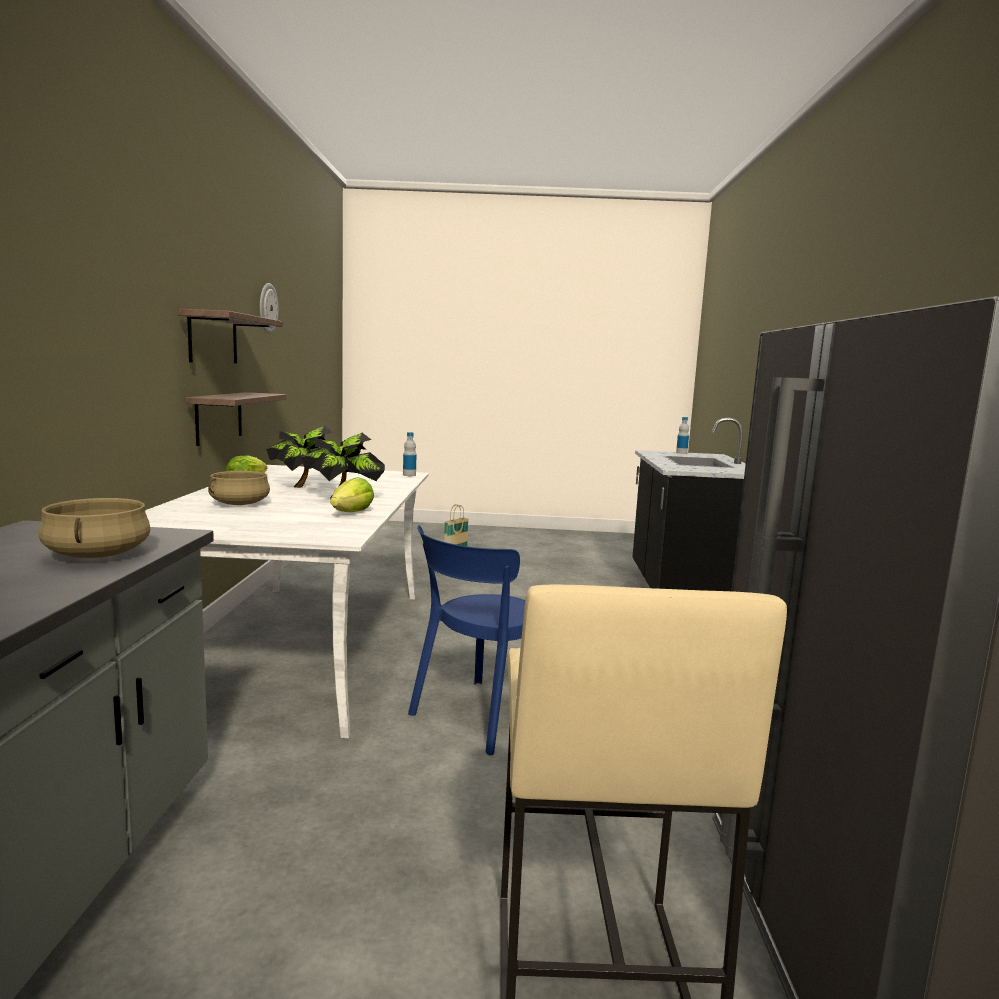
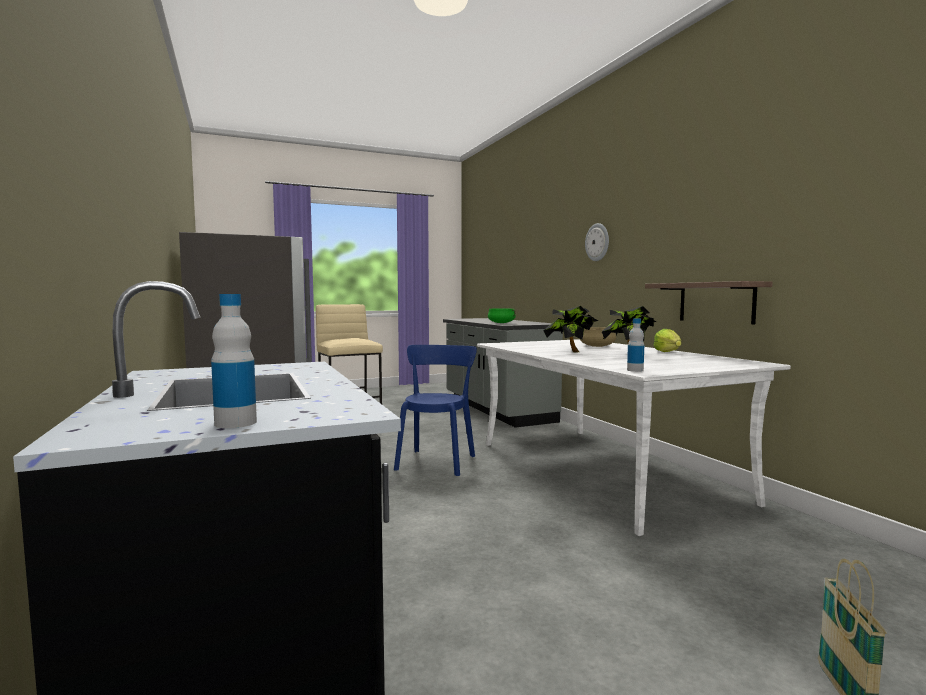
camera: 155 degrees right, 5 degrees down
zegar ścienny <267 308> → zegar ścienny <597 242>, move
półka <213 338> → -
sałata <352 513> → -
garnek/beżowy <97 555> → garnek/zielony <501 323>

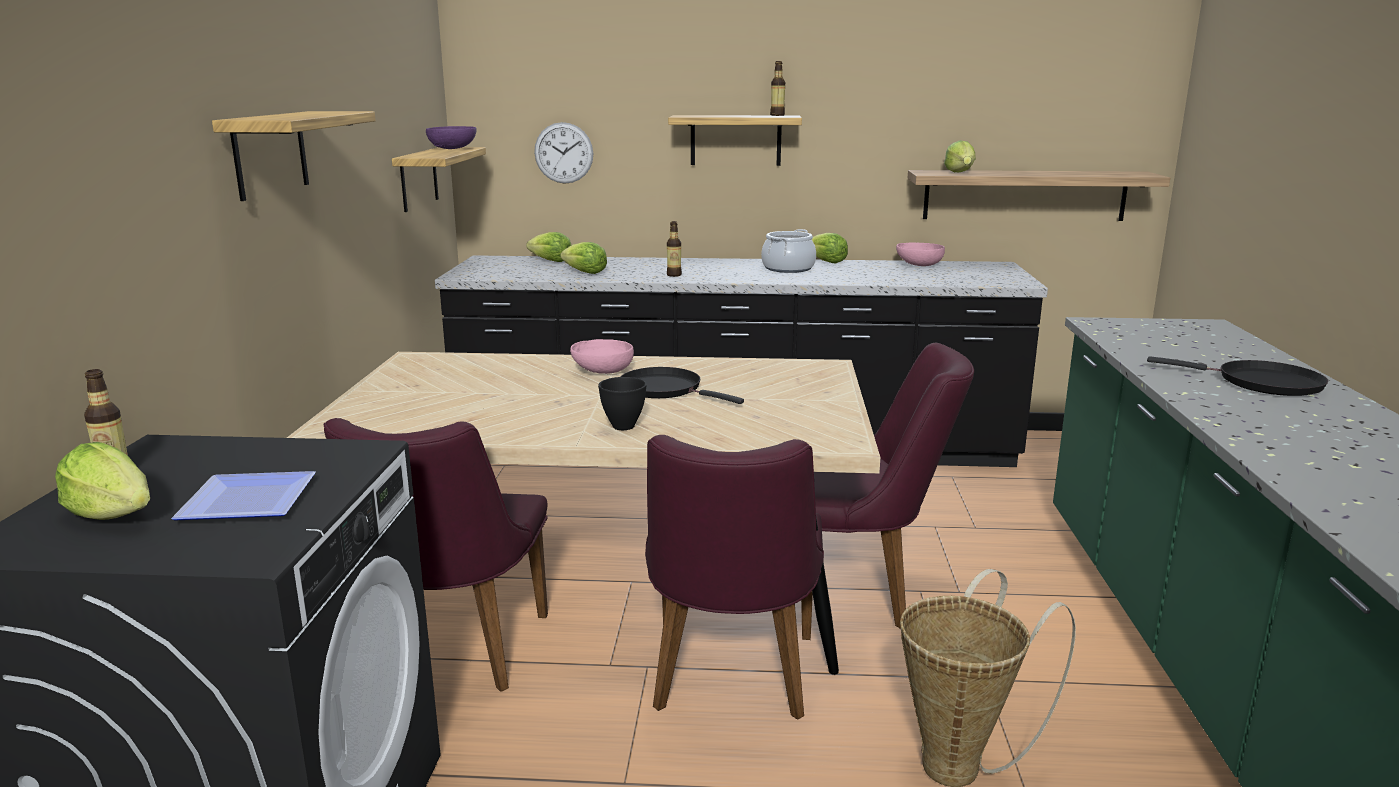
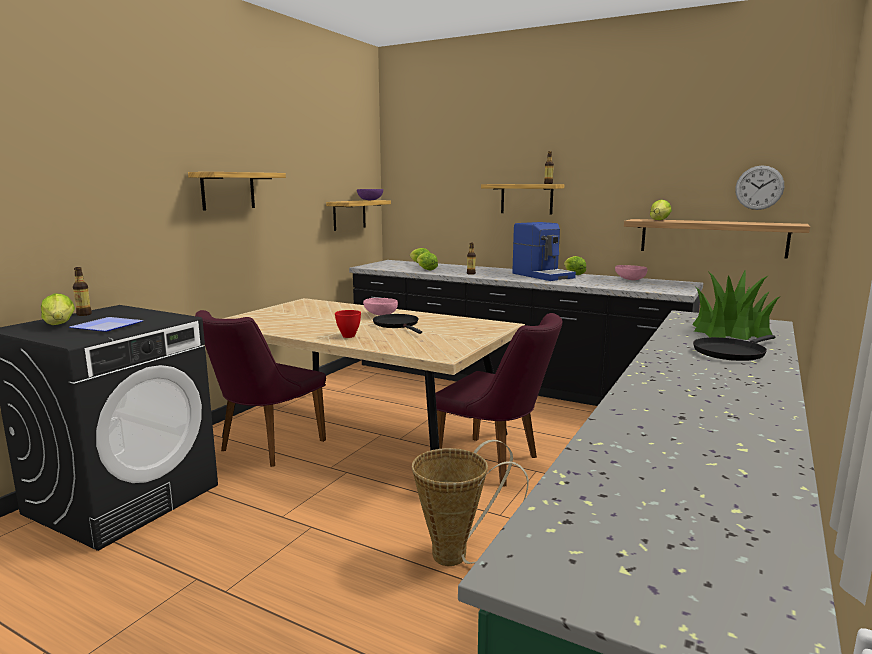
camera: 25 degrees right, 5 degrees down
zegar ścienny <563 153> → zegar ścienny <759 187>, move
garnek <788 268> → ekspres do kawy <543 275>
patelnia/czarny <1262 383> → patelnia/czarny <730 352>, 90 degrees clockwise
miska/czarny <624 426> → miska/czerwony <349 336>
krzesło/fioletowy <730 681> → -
- → roślina doniczkowa <730 331>

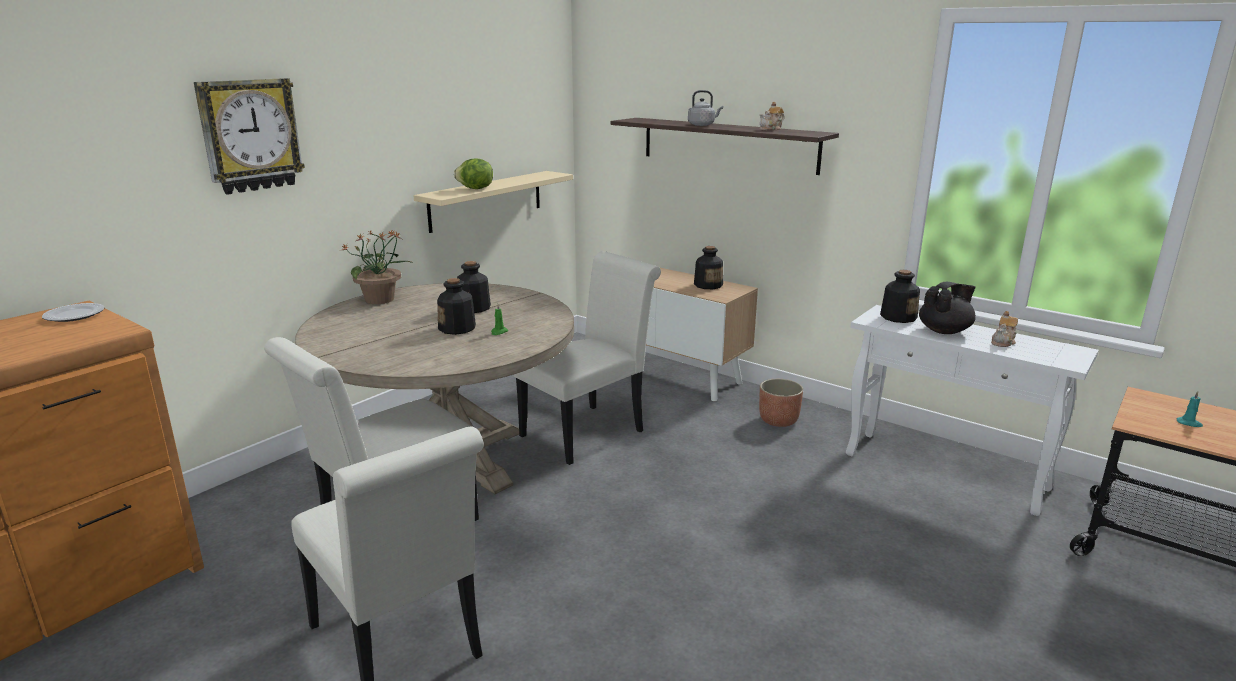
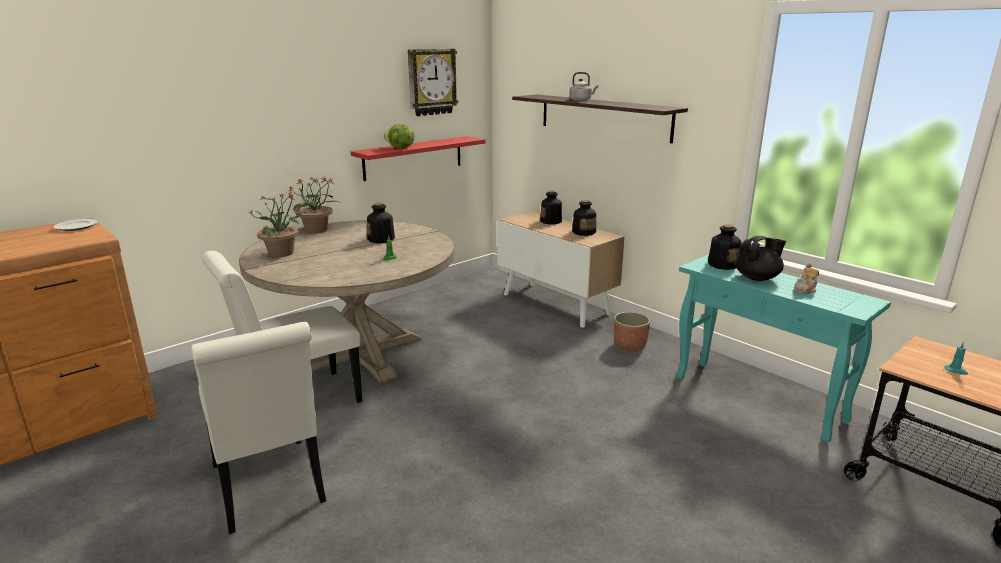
camera: 10 degrees right, 0 degrees up
zegar ścienny <250 135> → zegar ścienny <431 82>, move
imbryk <771 129> → -
półka/beżowy <486 200> → półka/czerwony <413 158>
krzesło/biały <589 431> → -
butelka <457 328> → butelka <551 221>, move
stolik konsolowy/biały <946 471> → stolik konsolowy/turkusowy <759 399>
- → roślina doniczkowa <282 253>

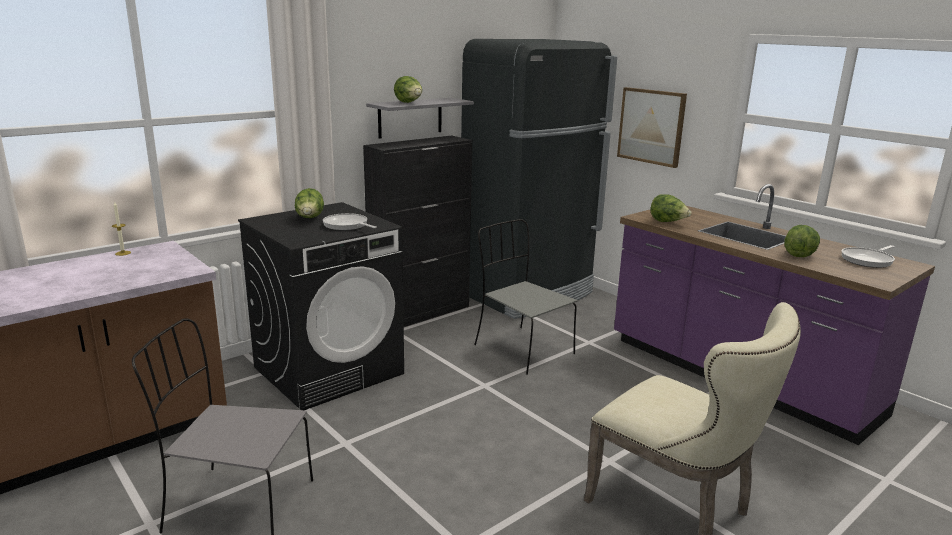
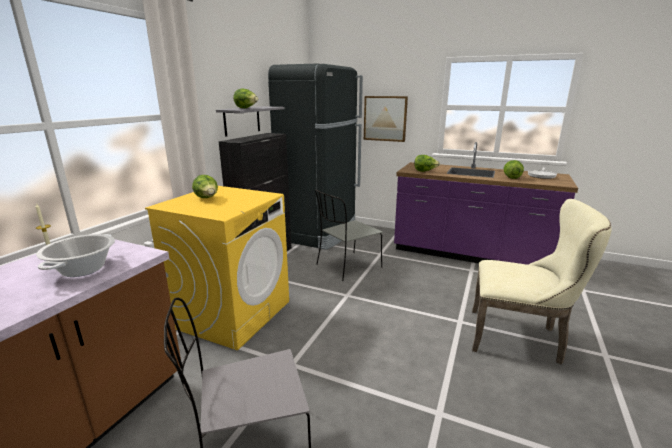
camera: 25 degrees left, 0 degrees up
pralka/czarny <329 370> → pralka/żółty <232 313>
patelnia <347 226> → -
krzesło/szary <521 349> → krzesło/szary <347 266>, 60 degrees counterclockwise
- → garnek <83 269>

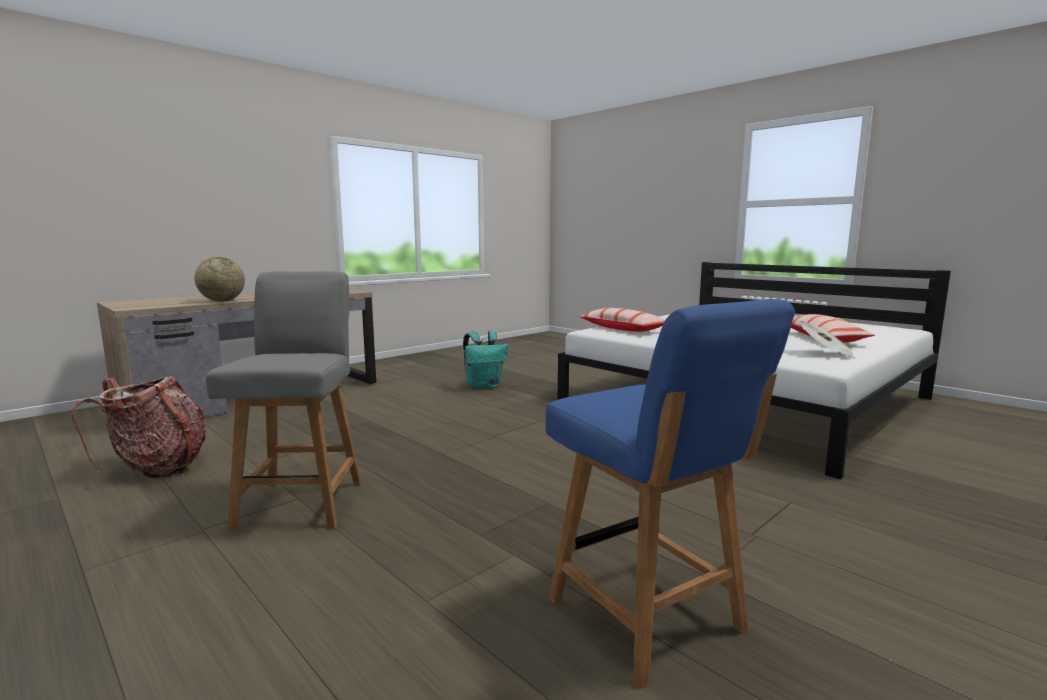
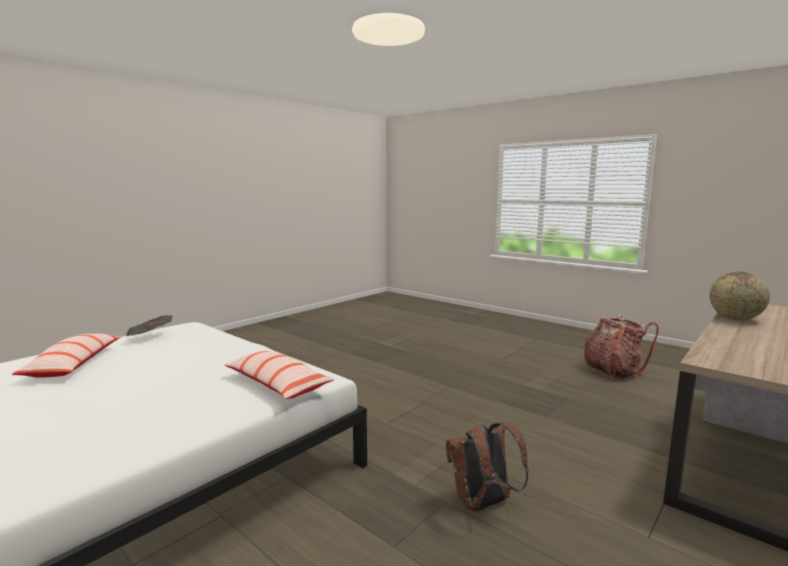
camera: 175 degrees right, 0 degrees up
krzesło/szary <302 502> → -
krzesło/niebieski <647 617> → -
plecak/turkusowy <484 386> → plecak/brązowy <483 504>

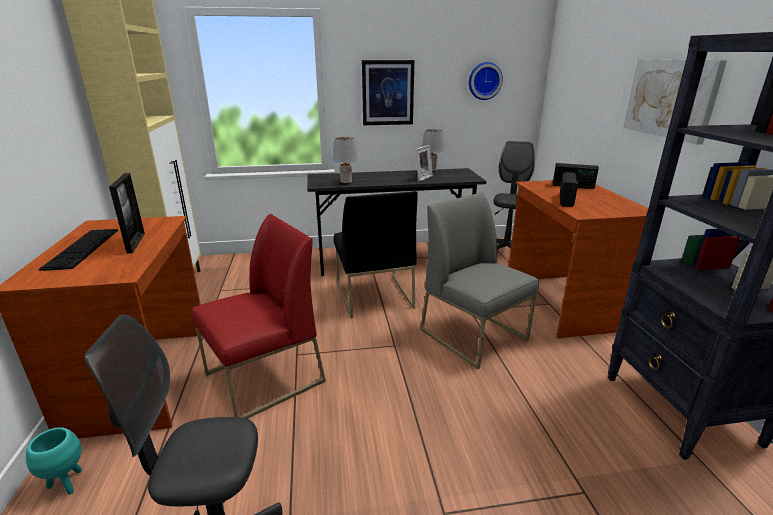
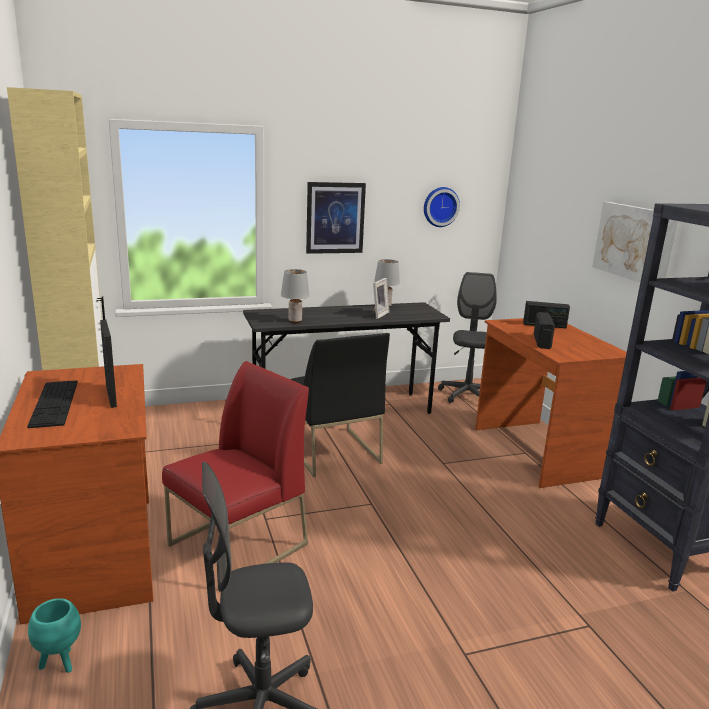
camera: 10 degrees left, 5 degrees down
krzesło/szary <474 335> → -

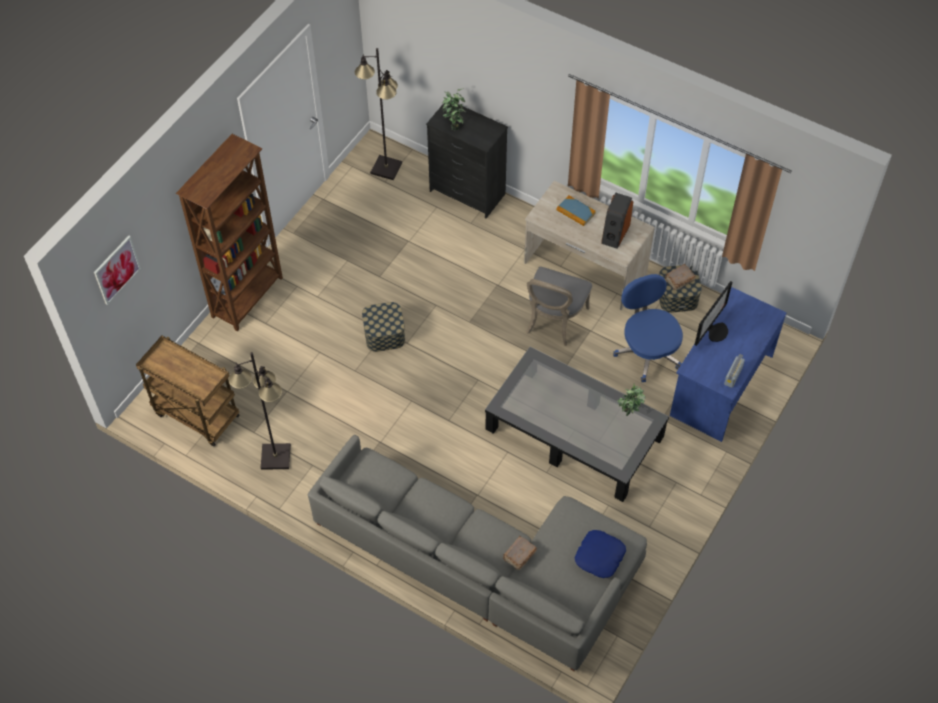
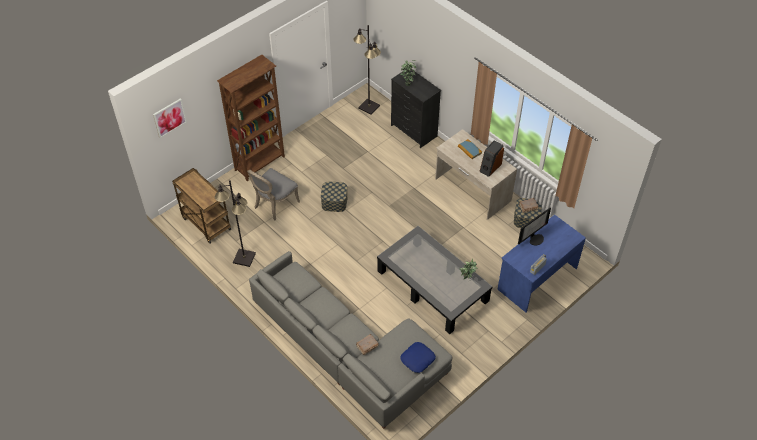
camera: 15 degrees right, 5 degrees down
krzesło/szary <554 321> → krzesło/szary <274 205>, move
krzesło biurowe/niebieski <647 351> → -

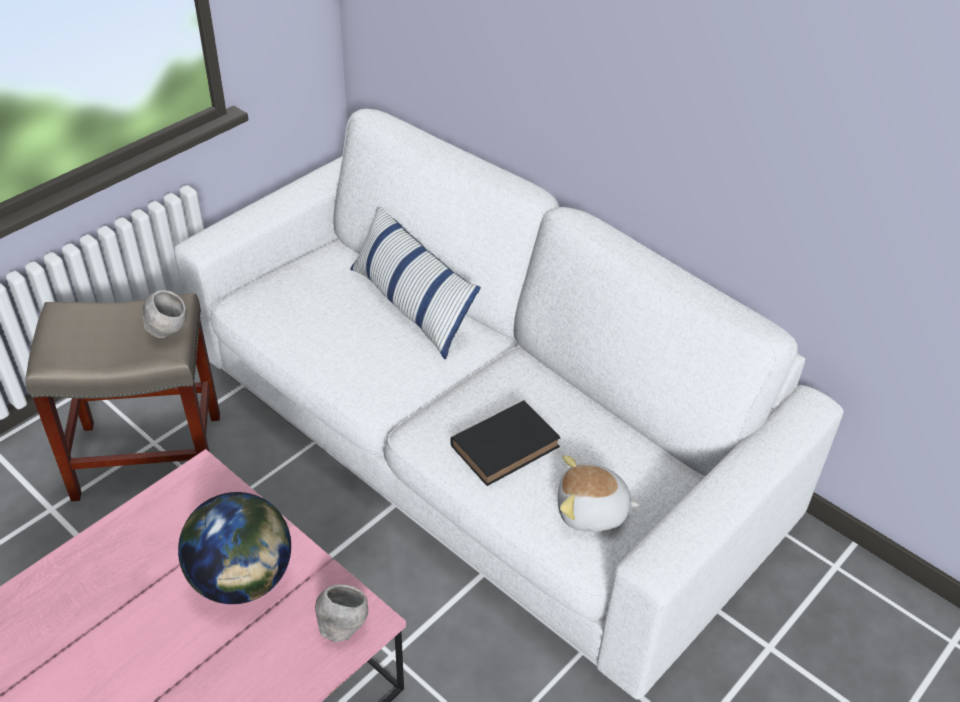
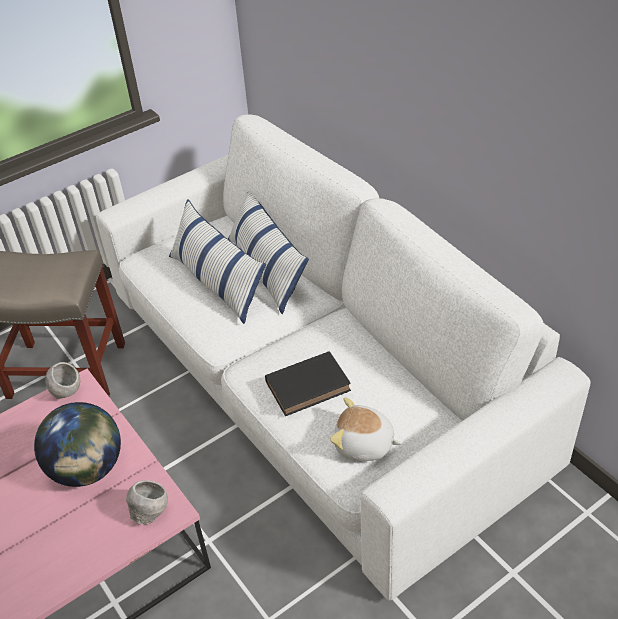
camera: 15 degrees right, 0 degrees up
miska/szary <168 332> → miska/szary <67 393>, move
- → poduszka <217 282>

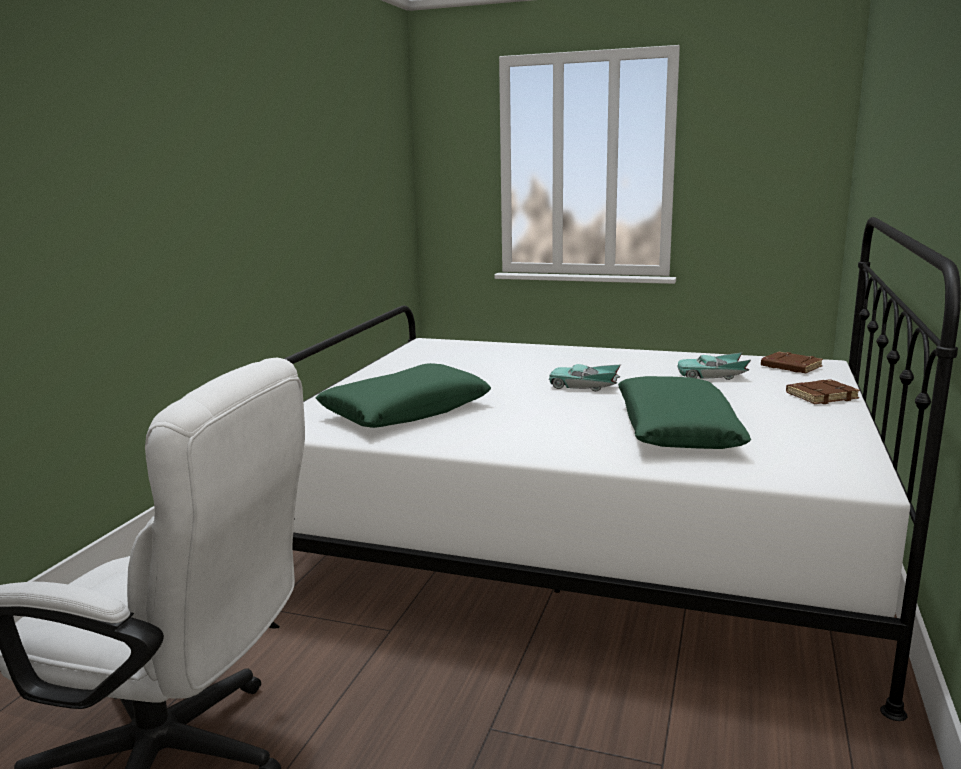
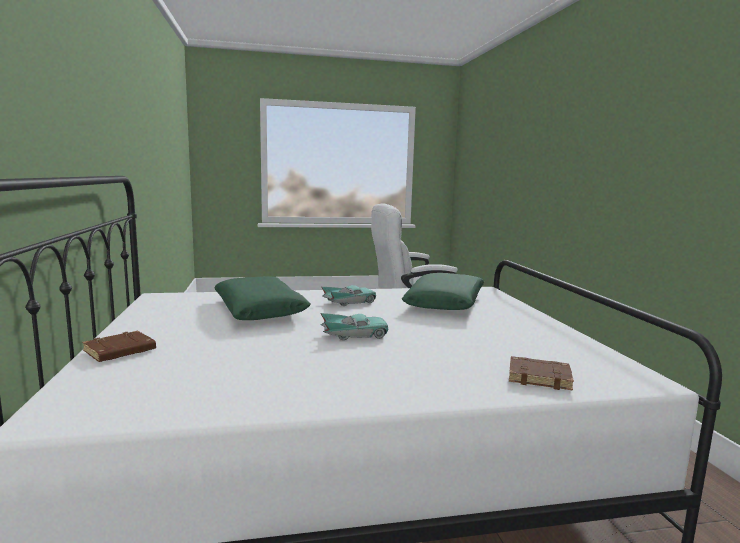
camera: 150 degrees right, 5 degrees down
samochodzik/turkusowy <711 376> → samochodzik/turkusowy <349 302>, move
książka/brązowy <790 367> → książka/brązowy <539 377>, move

